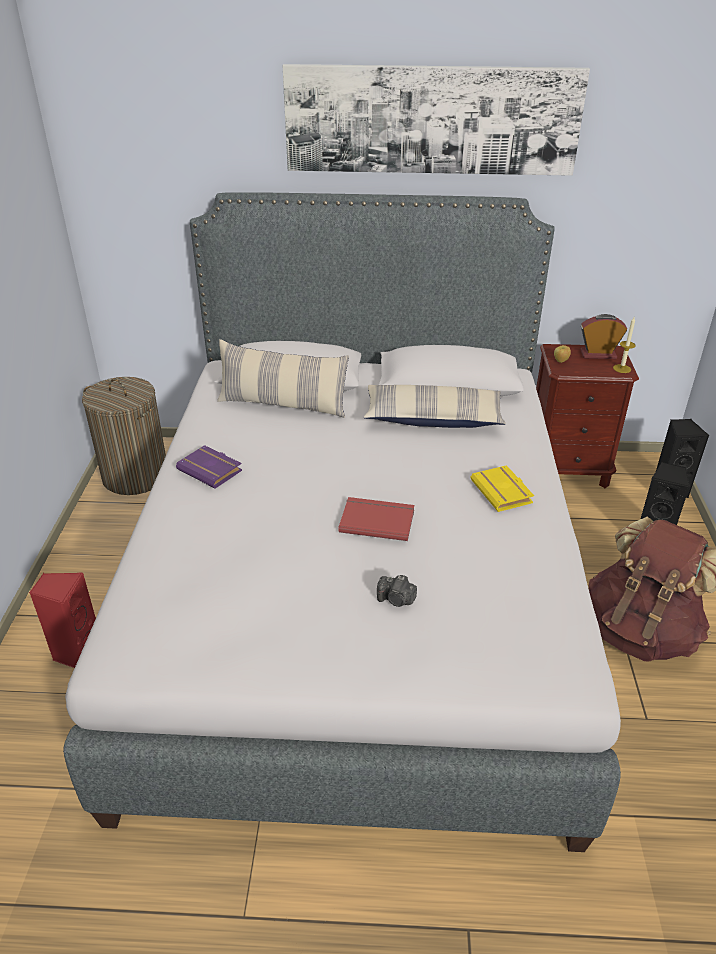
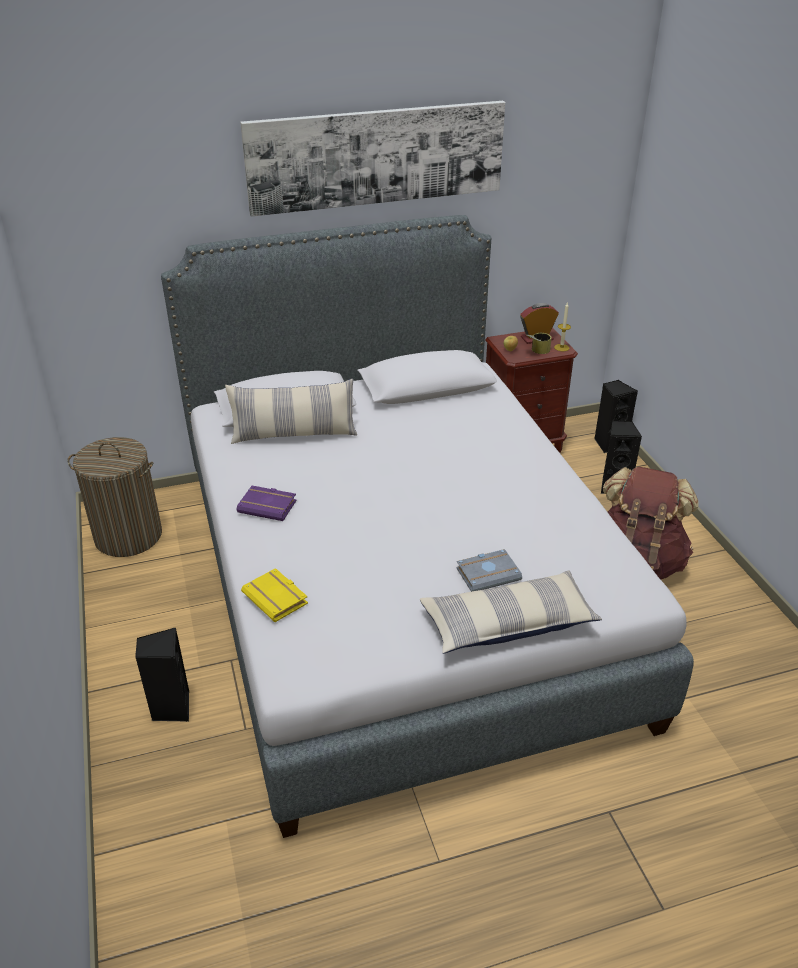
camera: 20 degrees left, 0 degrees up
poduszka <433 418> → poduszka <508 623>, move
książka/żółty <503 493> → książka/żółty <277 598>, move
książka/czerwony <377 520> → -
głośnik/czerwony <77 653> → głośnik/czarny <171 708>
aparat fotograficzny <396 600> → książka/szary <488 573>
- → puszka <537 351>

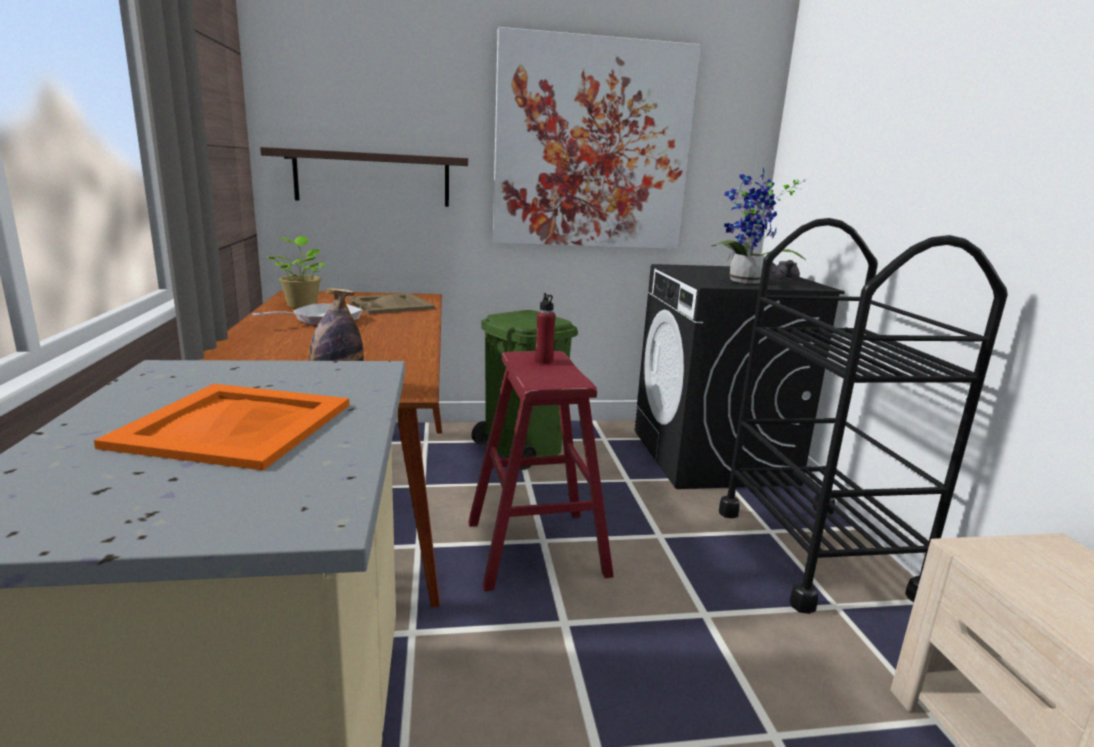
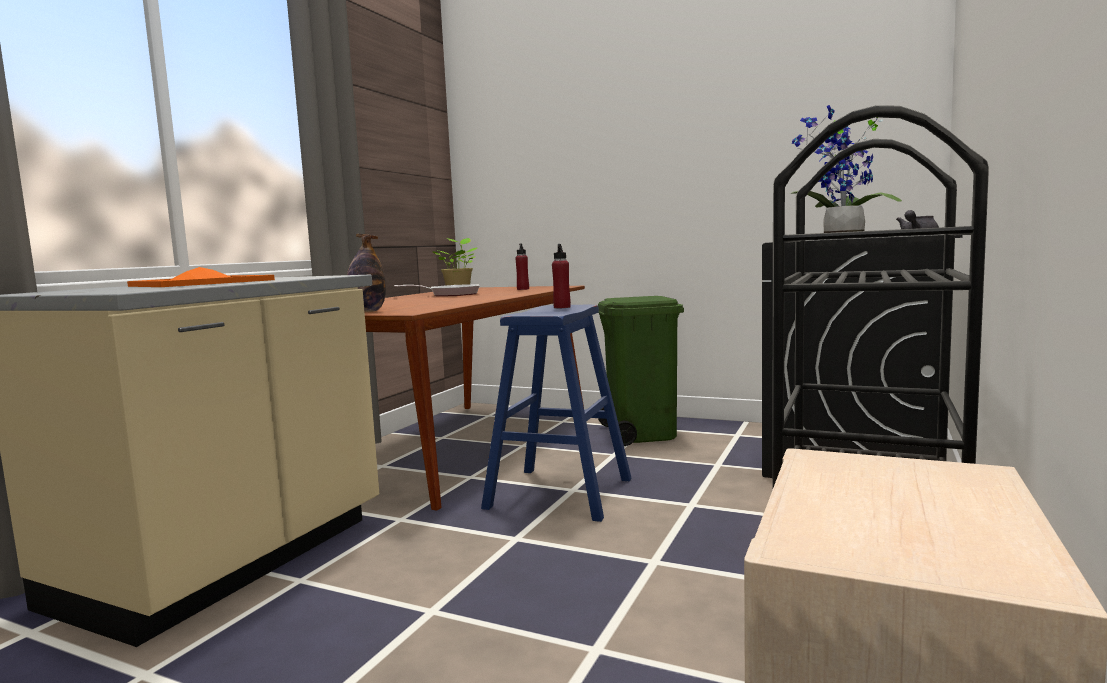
camera: 35 degrees right, 10 degrees down
obraz <592 146> → -
półka <372 178> → -
taca/beżowy <390 304> → butelka/czerwony <523 289>
stołek/czerwony <536 548> → stołek/niebieski <560 493>

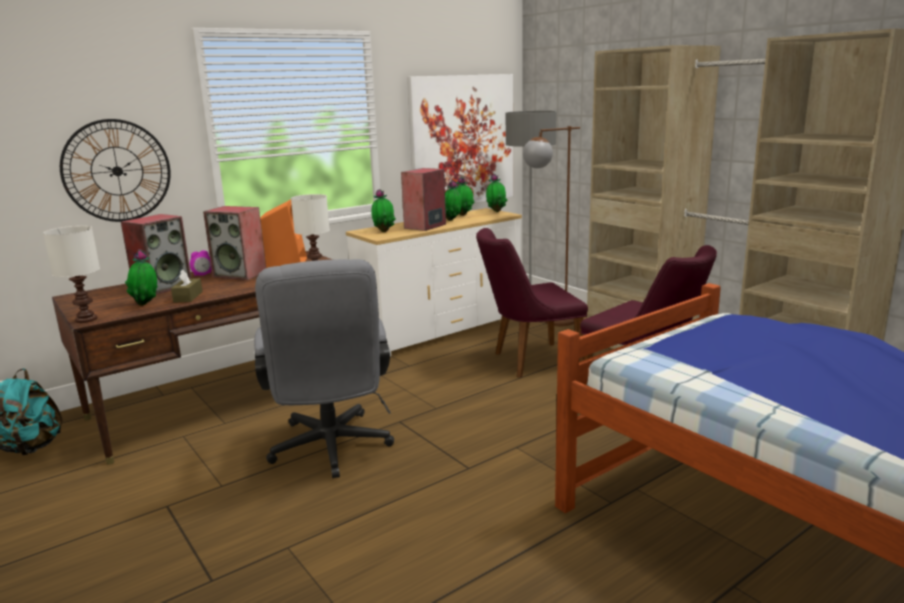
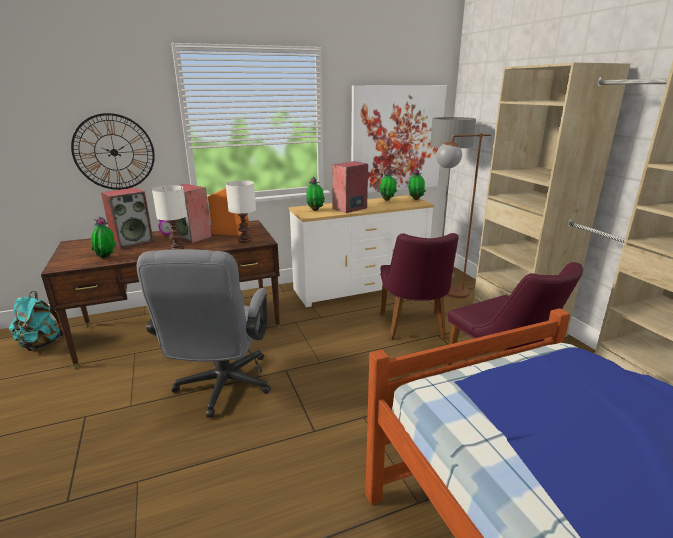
camera: 15 degrees right, 5 degrees up
roślina doniczkowa <452 220> → -
lampa stołowa/biały <87 319> → lampa stołowa/biały <177 248>, move
krzesło/fioletowy <528 361> → krzesło/fioletowy <414 328>, 90 degrees counterclockwise
pudełko chusteczek/brązowy <188 297> → -

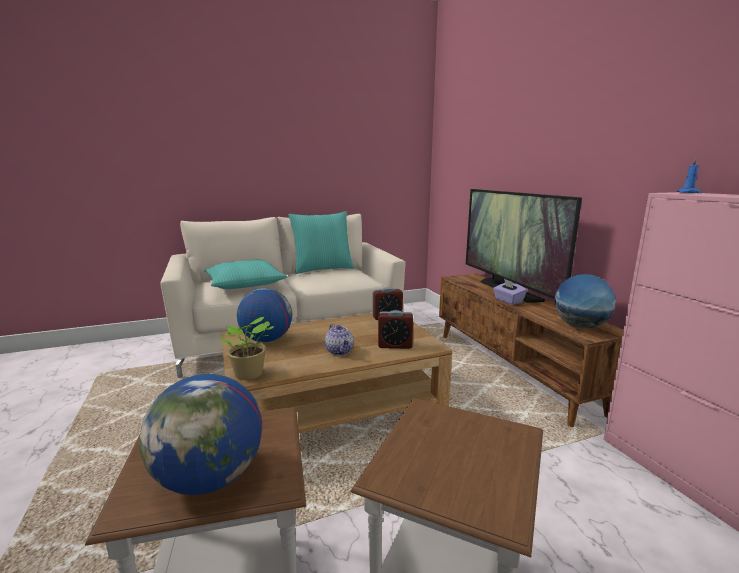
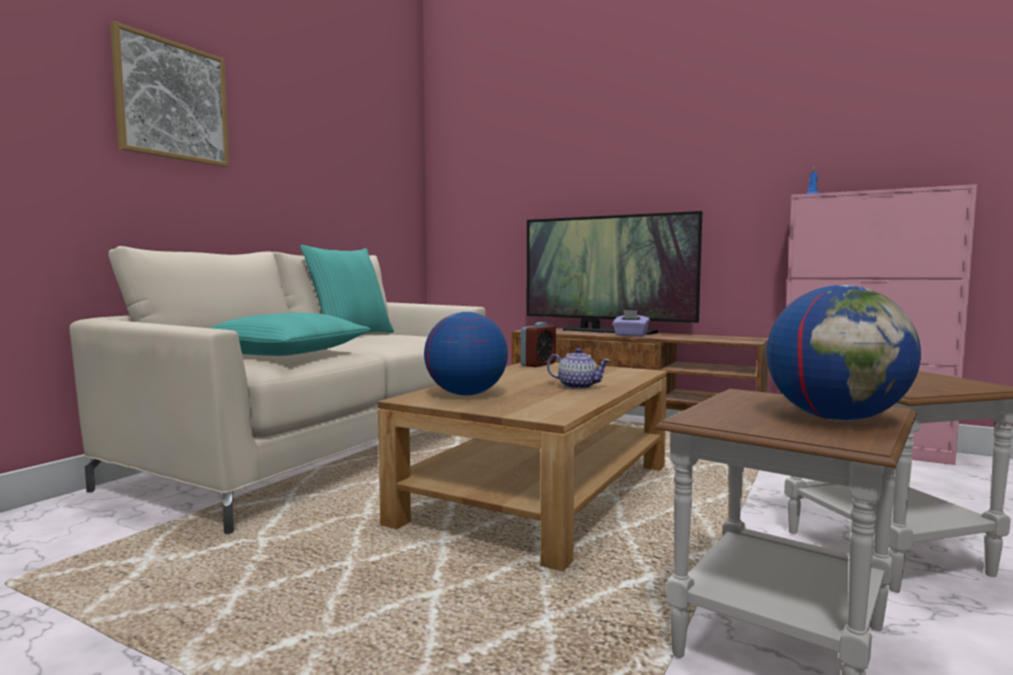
camera: 40 degrees left, 10 degrees down
globus <580 326> → -
budzik <395 345> → -
roślina doniczkowa <249 375> → -
- → obraz <172 101>

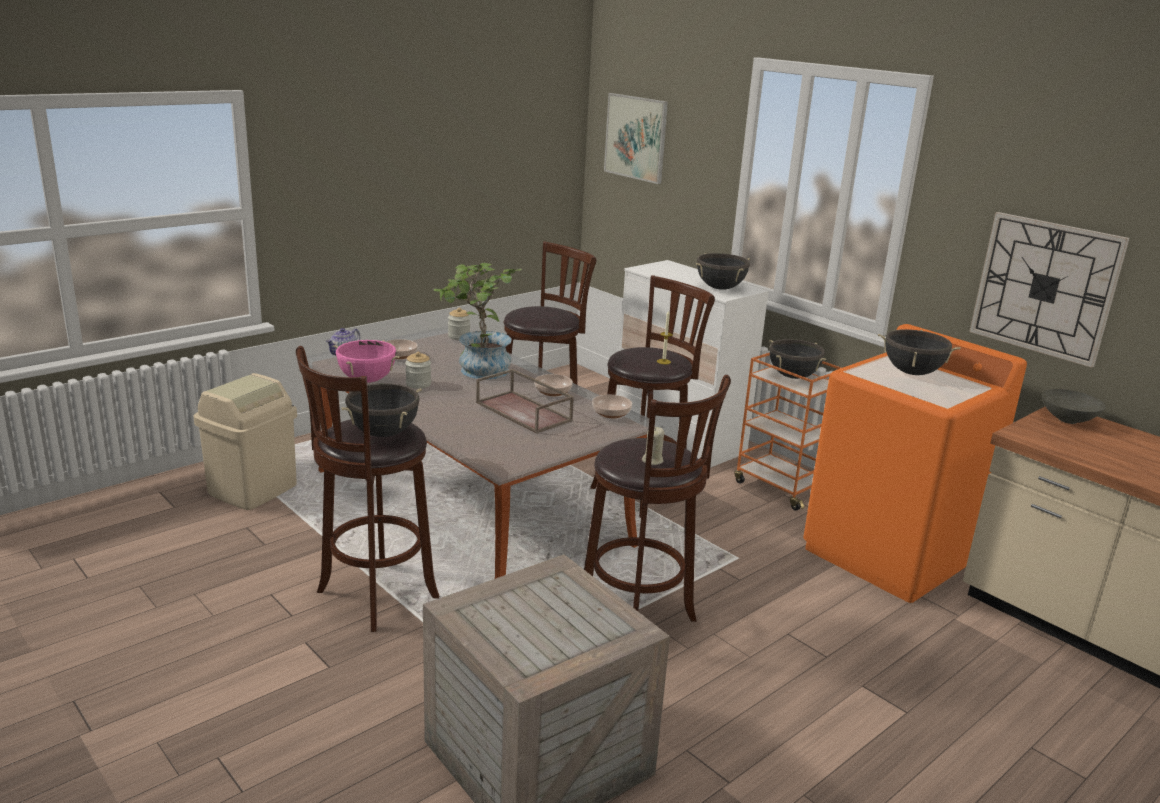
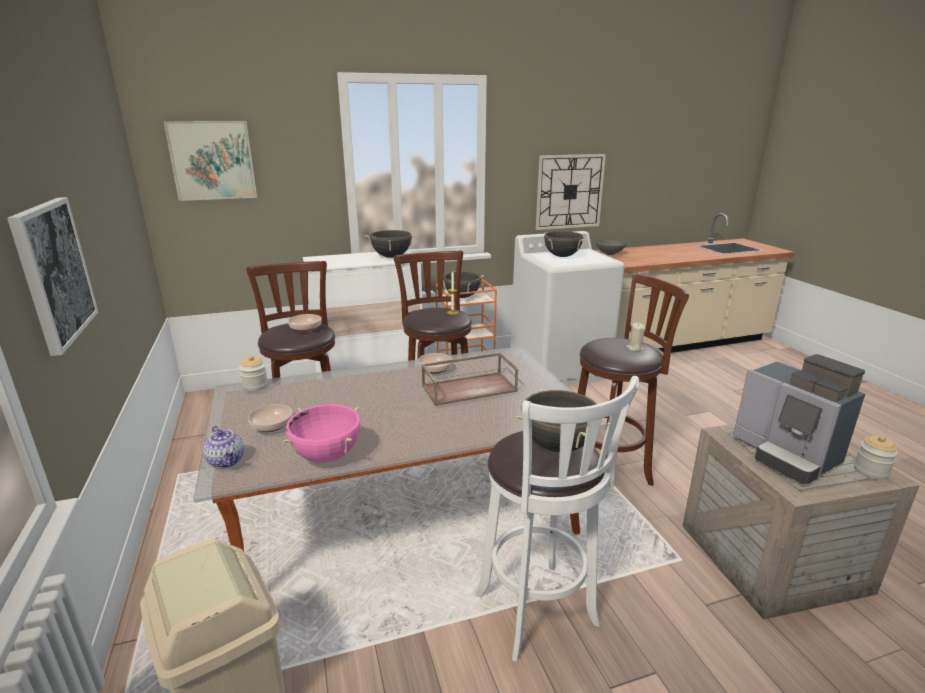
camera: 65 degrees left, 0 degrees up
roślina doniczkowa <478 372> → -
pralka/pomarańczowy <890 555> → pralka/biały <559 368>
stołek/brązowy <372 597> → stołek/biały <539 614>
słoik <418 384> → słoik <870 471>, move
miska <611 414> → miska <306 328>, move
- → obraz <54 272>
- → ekspres do kawy <786 455>

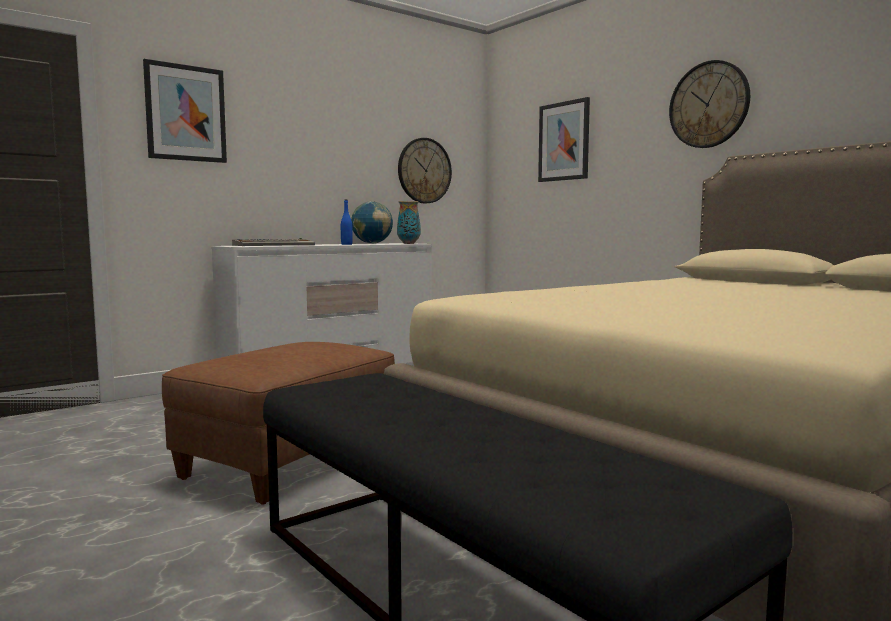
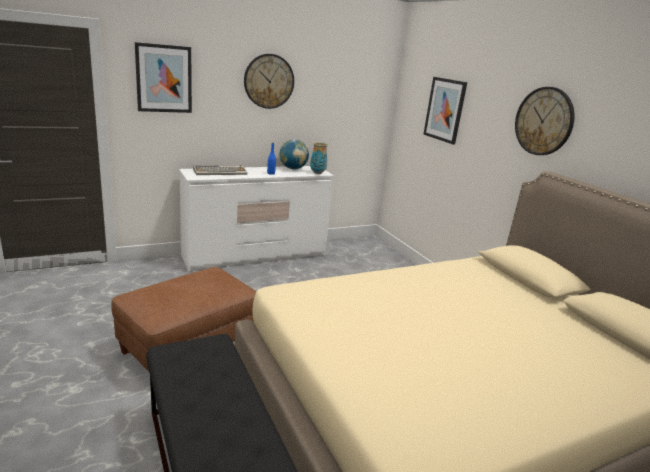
camera: 10 degrees right, 15 degrees up
zegar ścienny <424 170> → zegar ścienny <269 81>, move

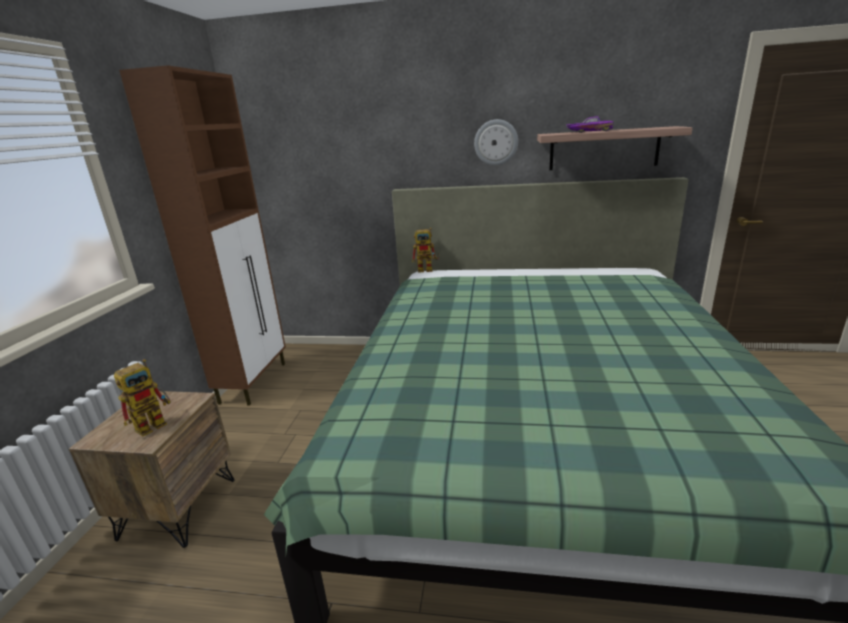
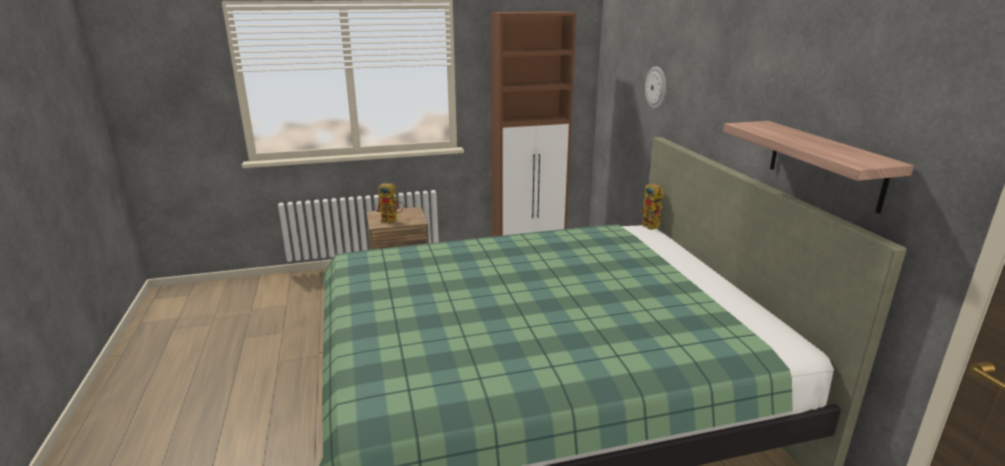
camera: 65 degrees right, 0 degrees up
samochodzik/fioletowy <588 131> → -
zegar ścienny <496 142> → zegar ścienny <657 88>, move

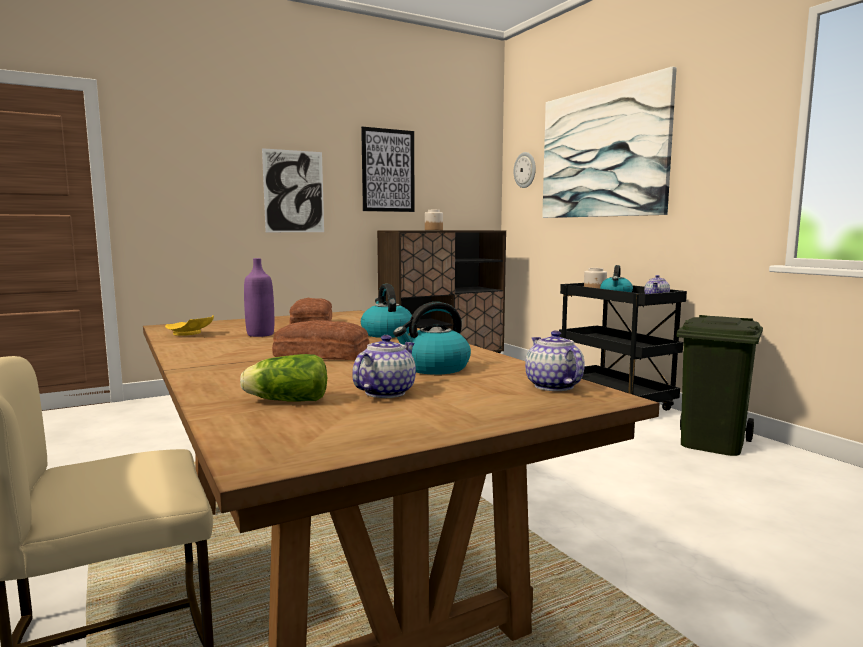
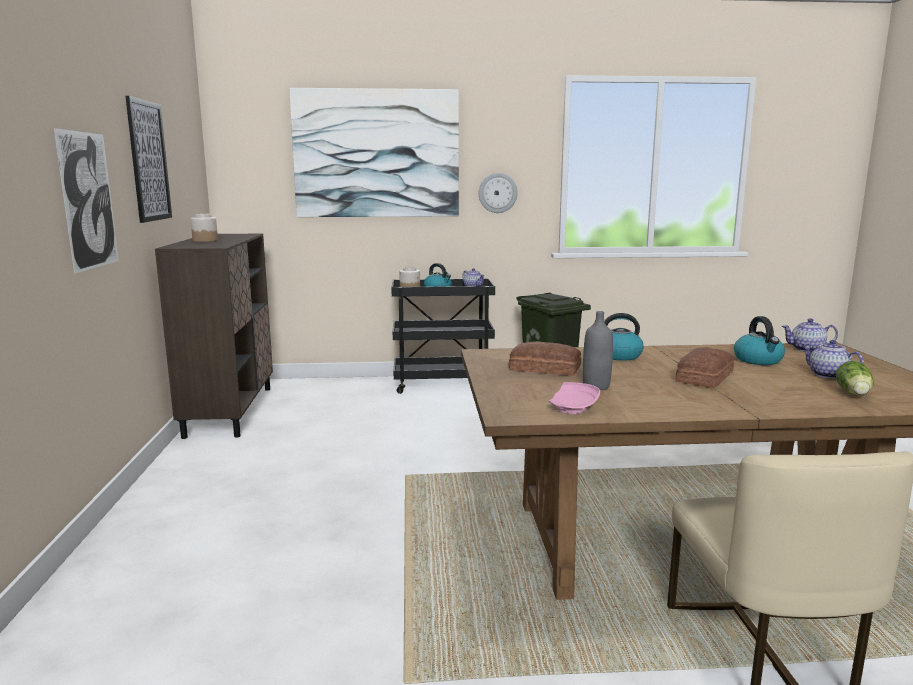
camera: 65 degrees left, 5 degrees up
zegar ścienny <525 170> → zegar ścienny <497 193>, move
butelka/fioletowy <260 334> → butelka/szary <596 386>
talerz/żółty <190 334> → talerz/różowy <573 408>

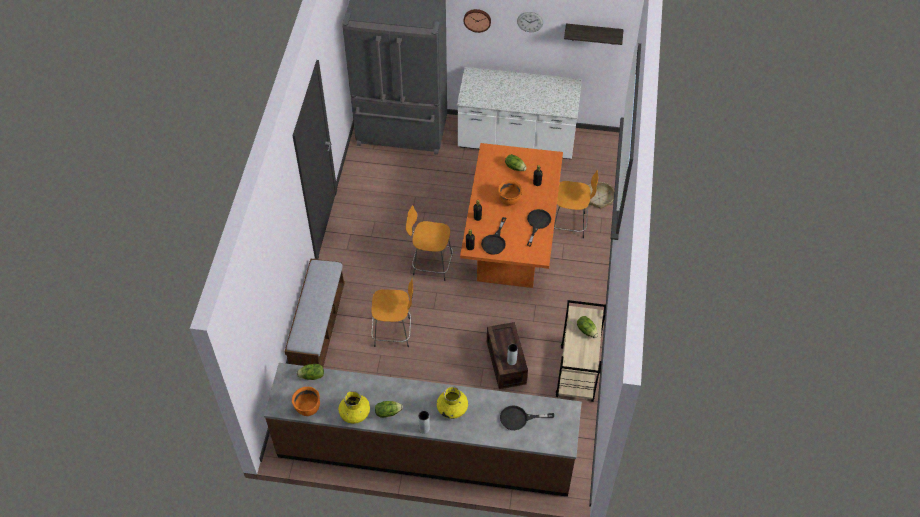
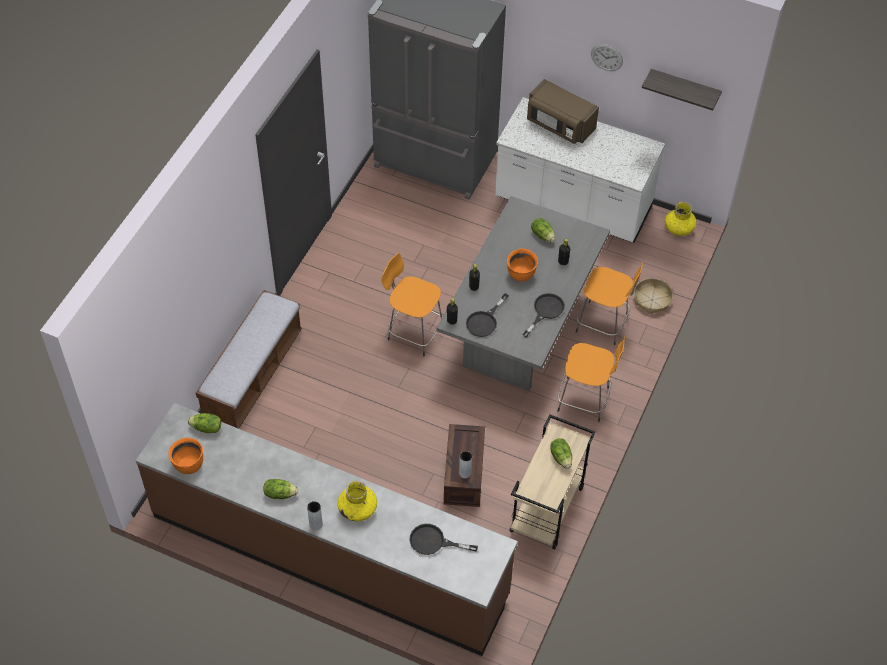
camera: 15 degrees right, 0 degrees up
zegar ścienny <477 19> → -
stół jadalny/pomarańczowy <510 243> → stół jadalny/szary <520 330>
stołek/pomarańczowy <394 332> → stołek/pomarańczowy <585 400>, move
wazon/żółty <355 413> → wazon/żółty <679 228>, move
- → mikrofalówka/brązowy <559 125>

